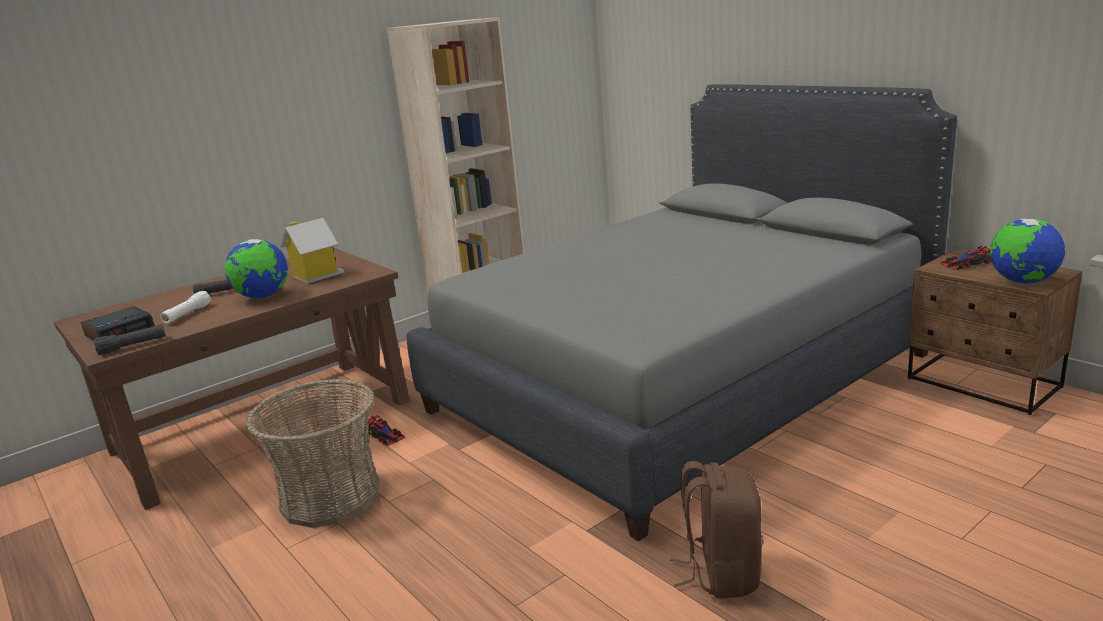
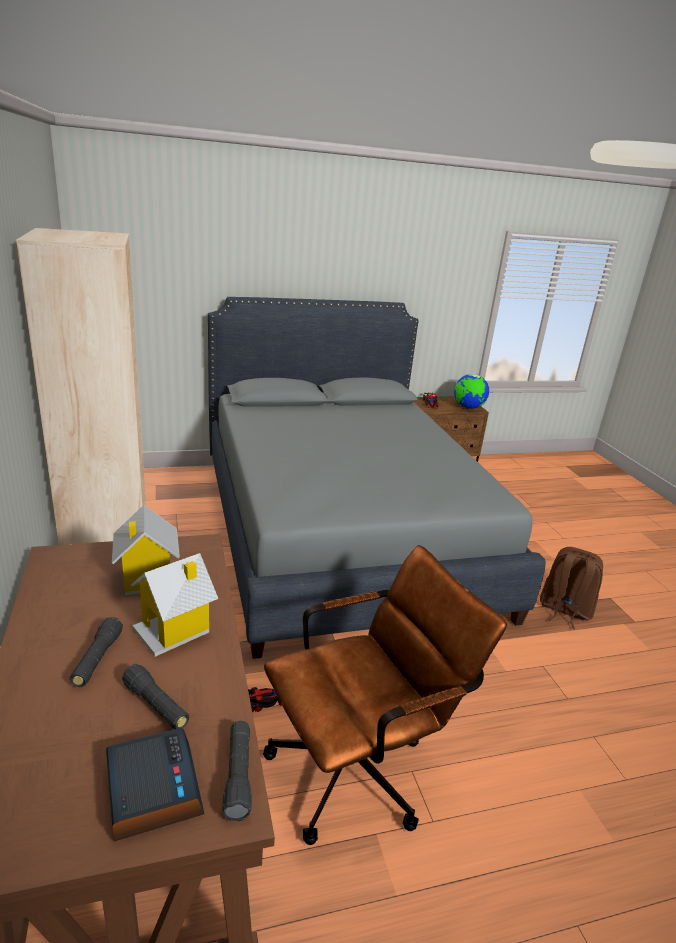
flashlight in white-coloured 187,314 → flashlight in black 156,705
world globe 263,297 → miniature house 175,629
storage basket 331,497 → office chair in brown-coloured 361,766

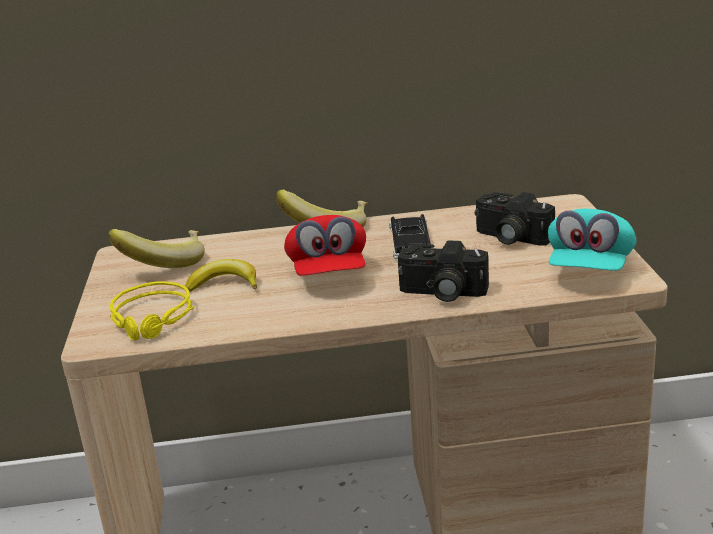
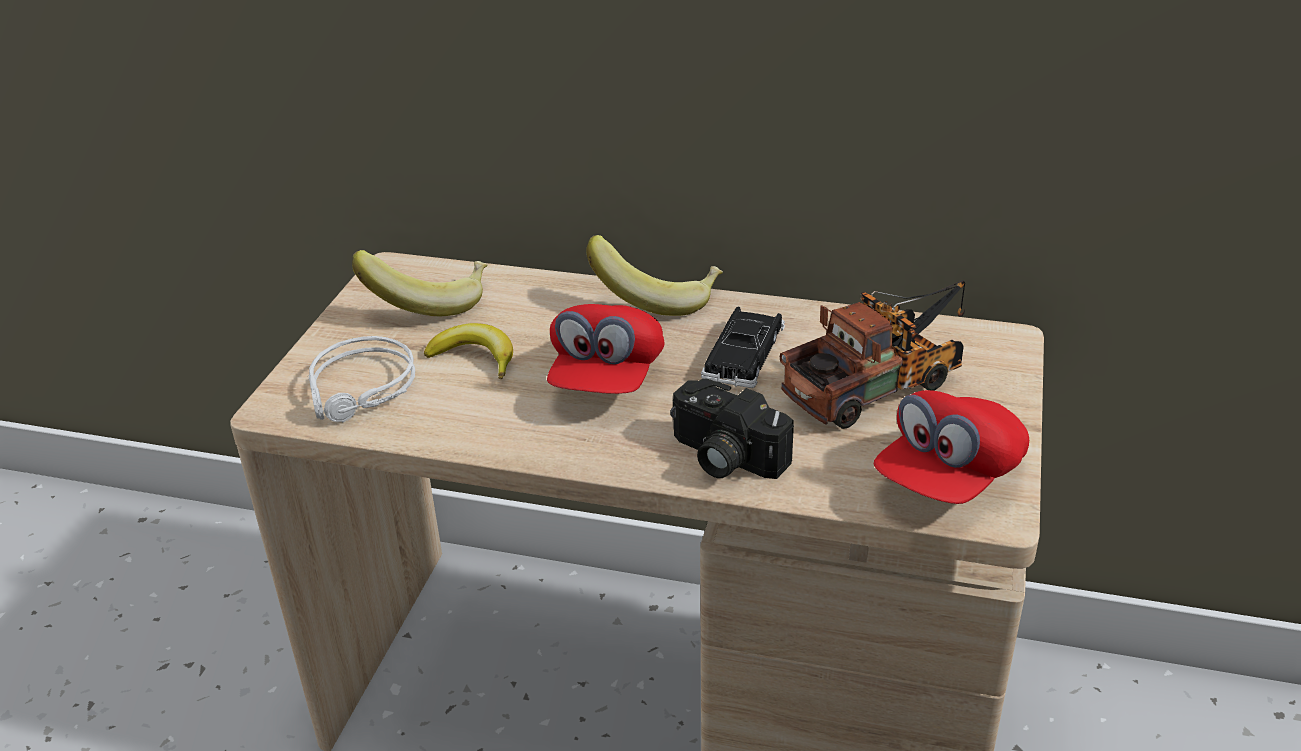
pair of headphones in yellow 154,319 → pair of headphones in grey 362,390
photo camera 510,238 → model truck 881,384
cap in turquoise 589,269 → cap in red-coloured 948,477

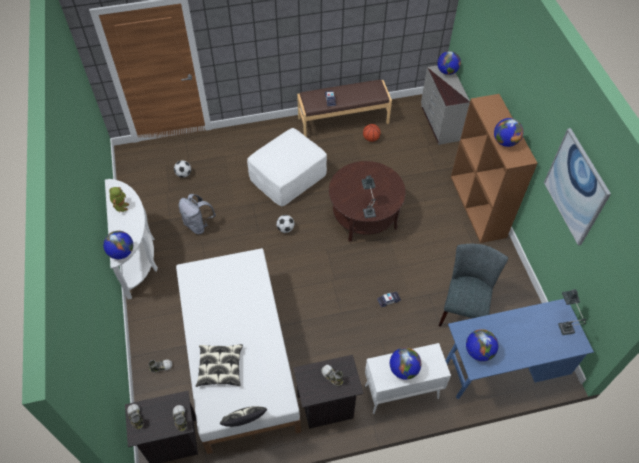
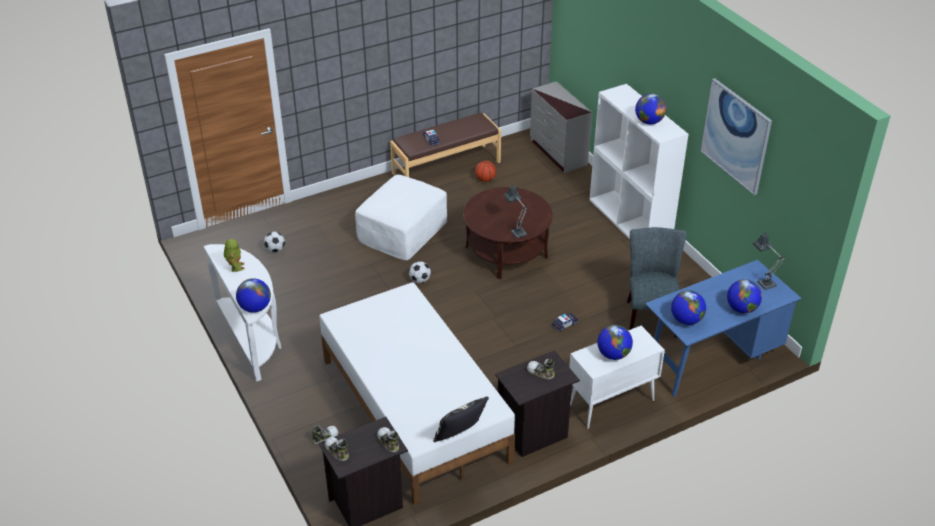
bookshelf in brown-coloured 478,206 → bookshelf in white-coloured 630,221
world globe 447,71 → world globe 741,308, relocated
rucksack in grey 198,225 → -
pillow 220,368 → -

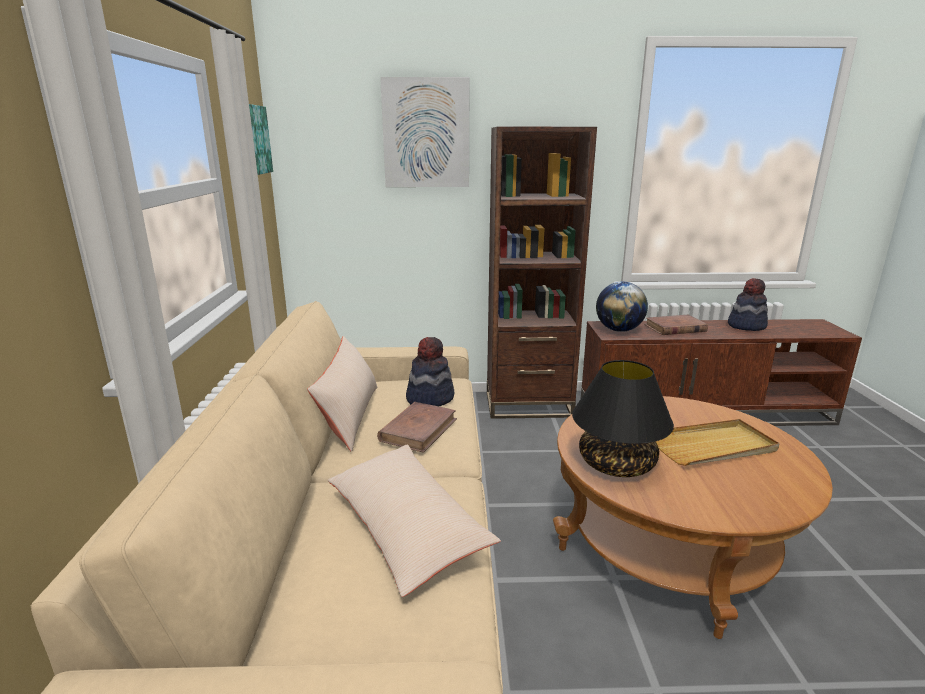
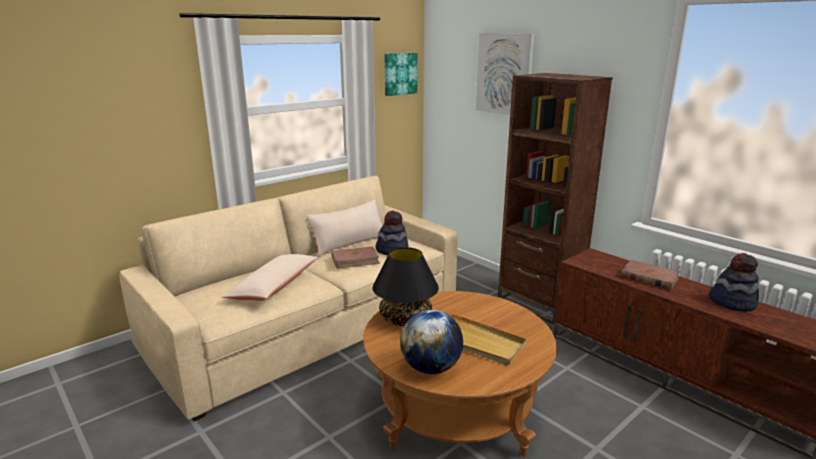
world globe 619,330 → world globe 431,368, relocated

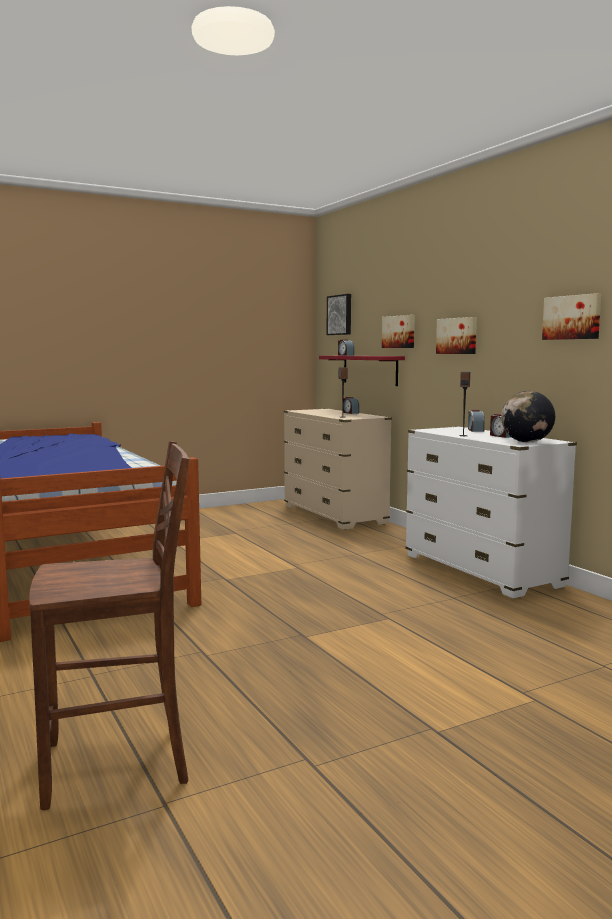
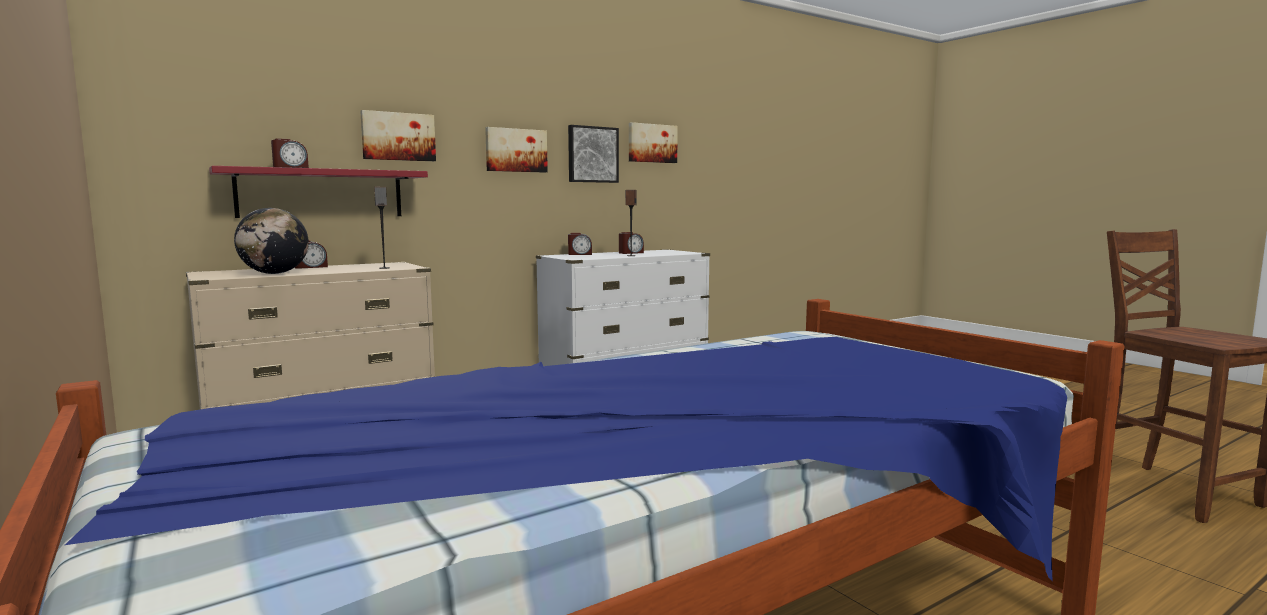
world globe 526,442 → world globe 274,273, relocated
wall art 340,315 → wall art 592,154, relocated

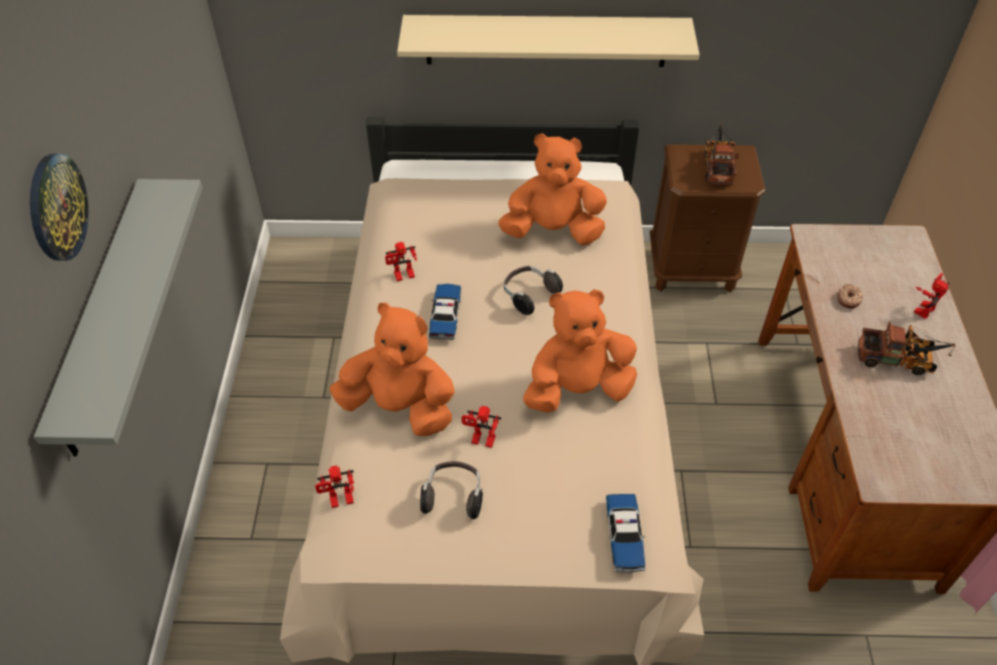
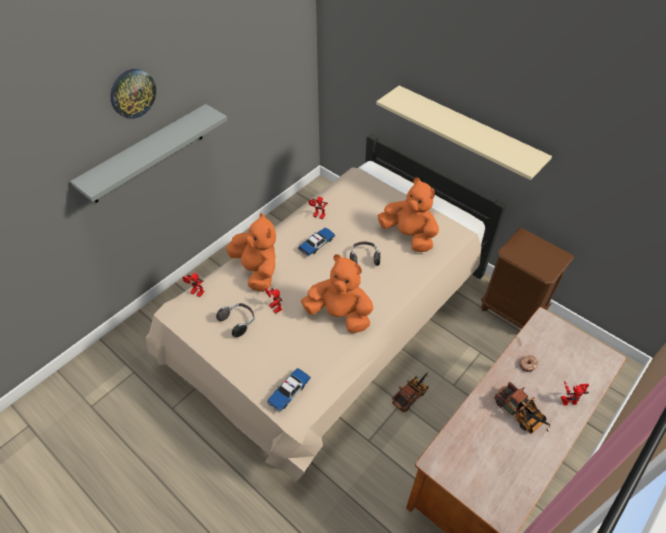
model truck 717,166 → model truck 411,395, relocated

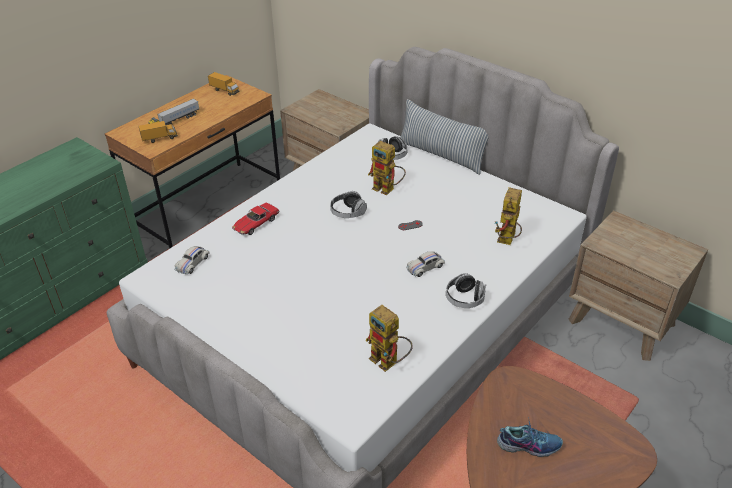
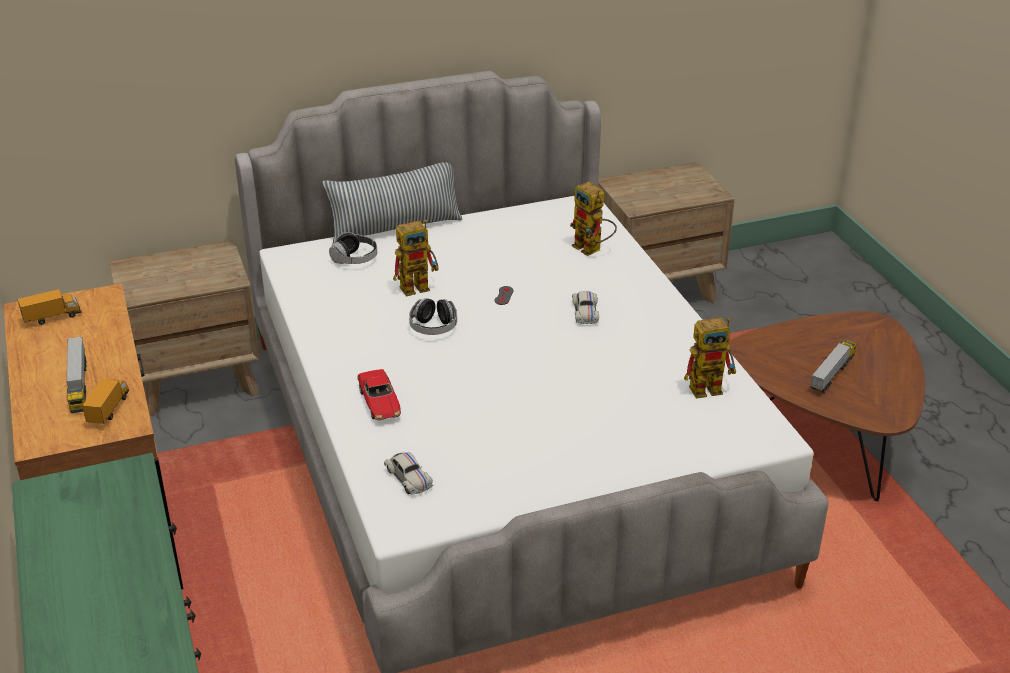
shoe 528,445 → model truck 832,374
pair of headphones 464,299 → -

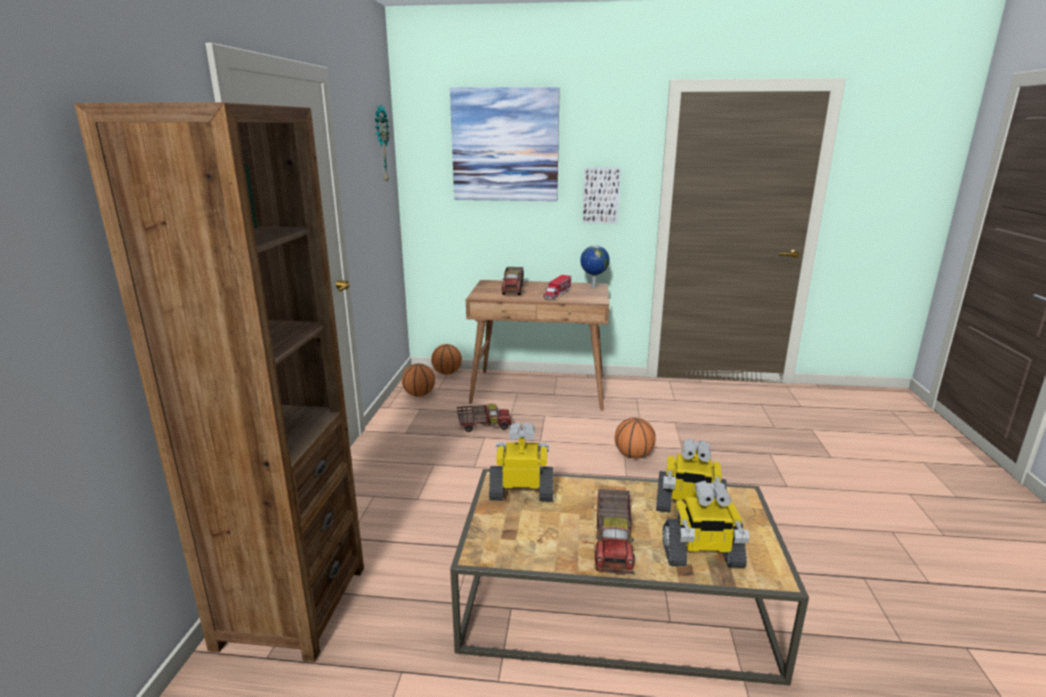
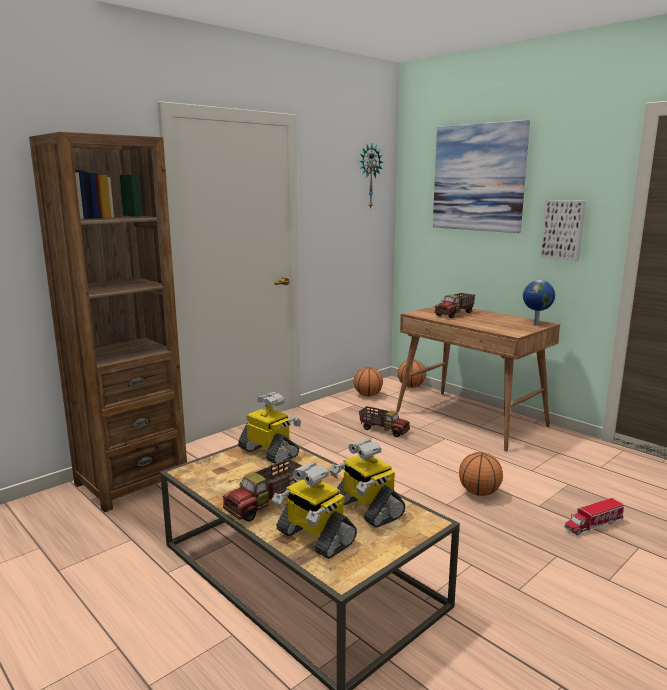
model truck 557,294 → model truck 593,524, relocated

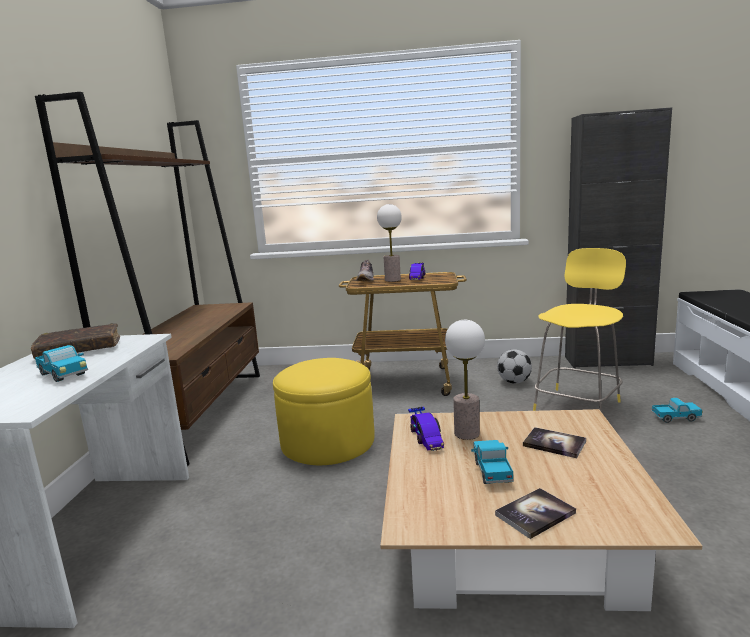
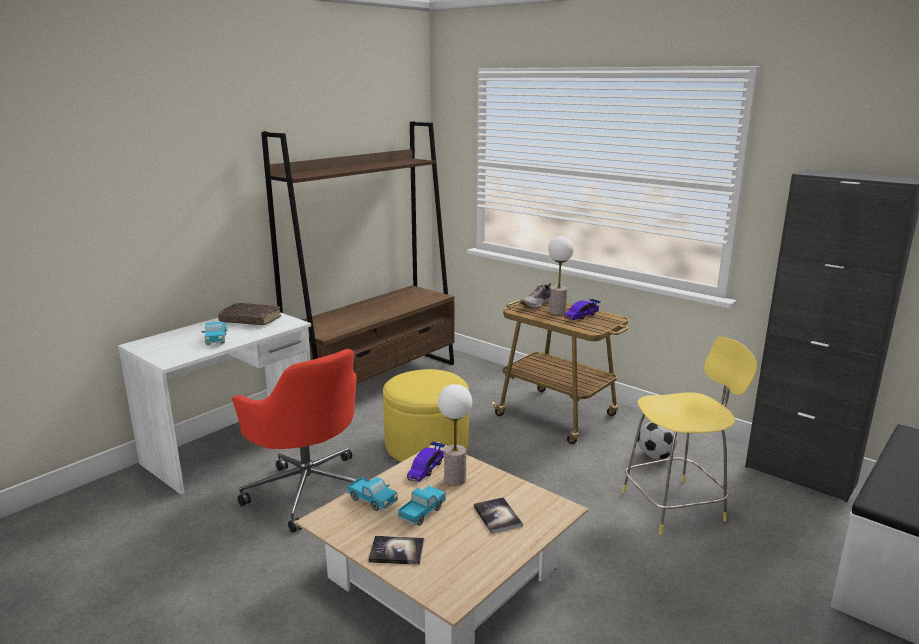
- → office chair in red-coloured 308,489
model truck 676,418 → model truck 373,501, relocated

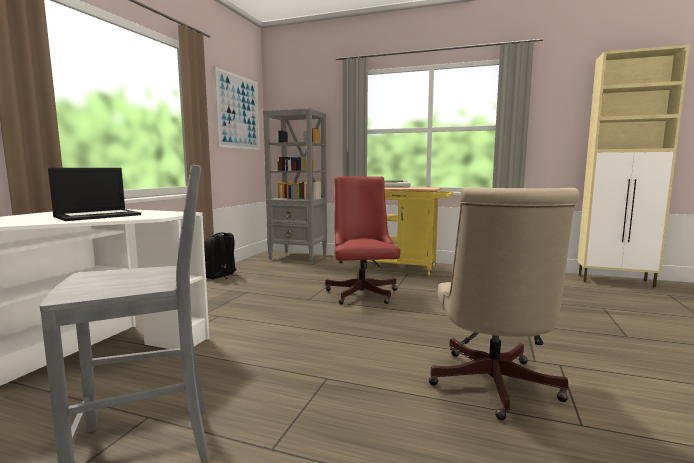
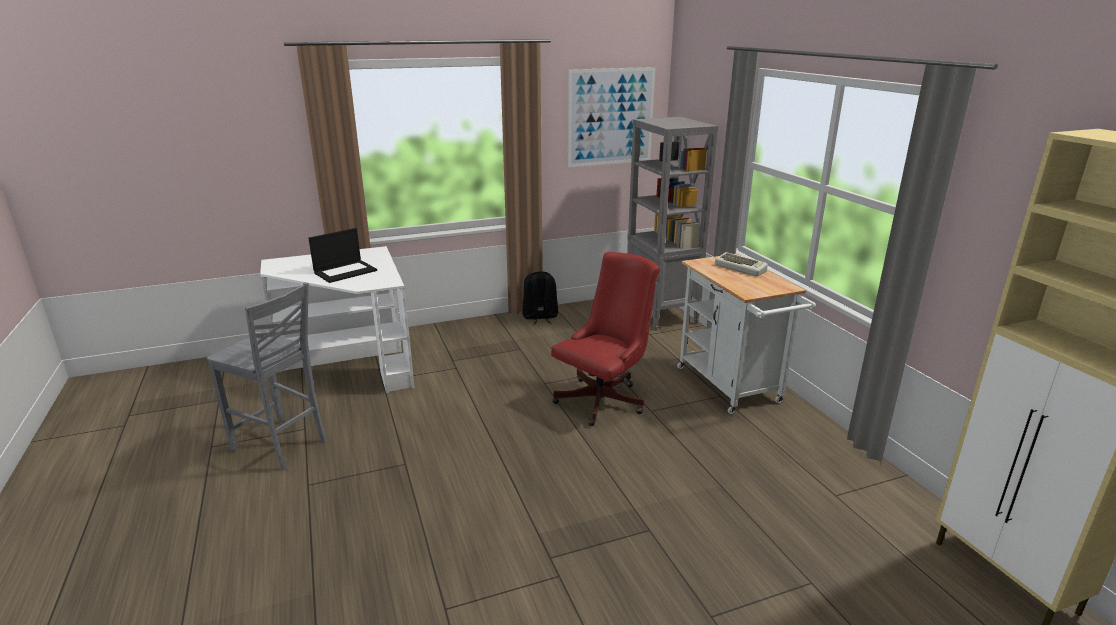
notebook computer 98,215 → notebook computer 345,271, 45 degrees counterclockwise
cart in yellow 405,269 → cart in white-coloured 732,388
office chair in sand-coloured 492,387 → -

